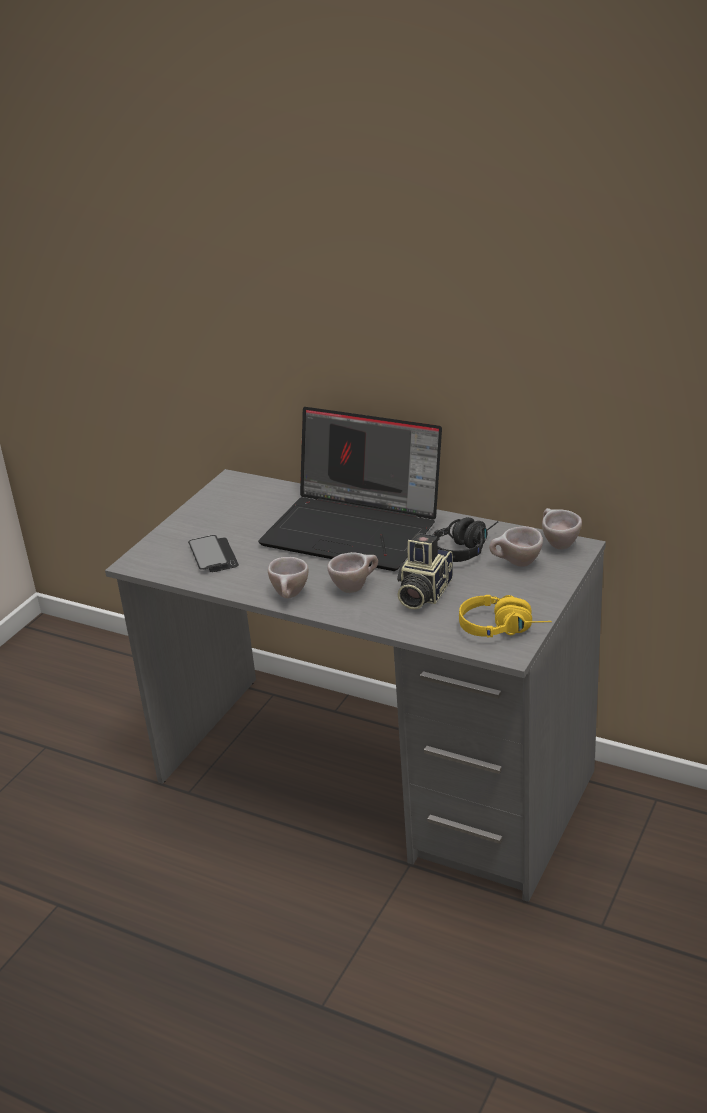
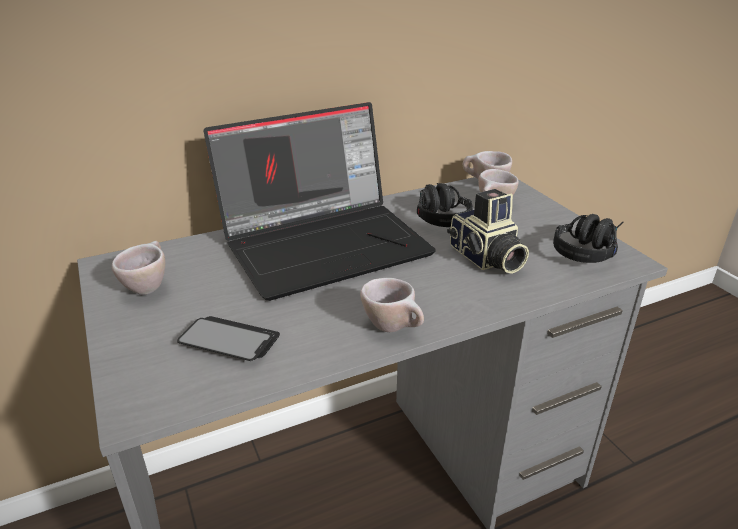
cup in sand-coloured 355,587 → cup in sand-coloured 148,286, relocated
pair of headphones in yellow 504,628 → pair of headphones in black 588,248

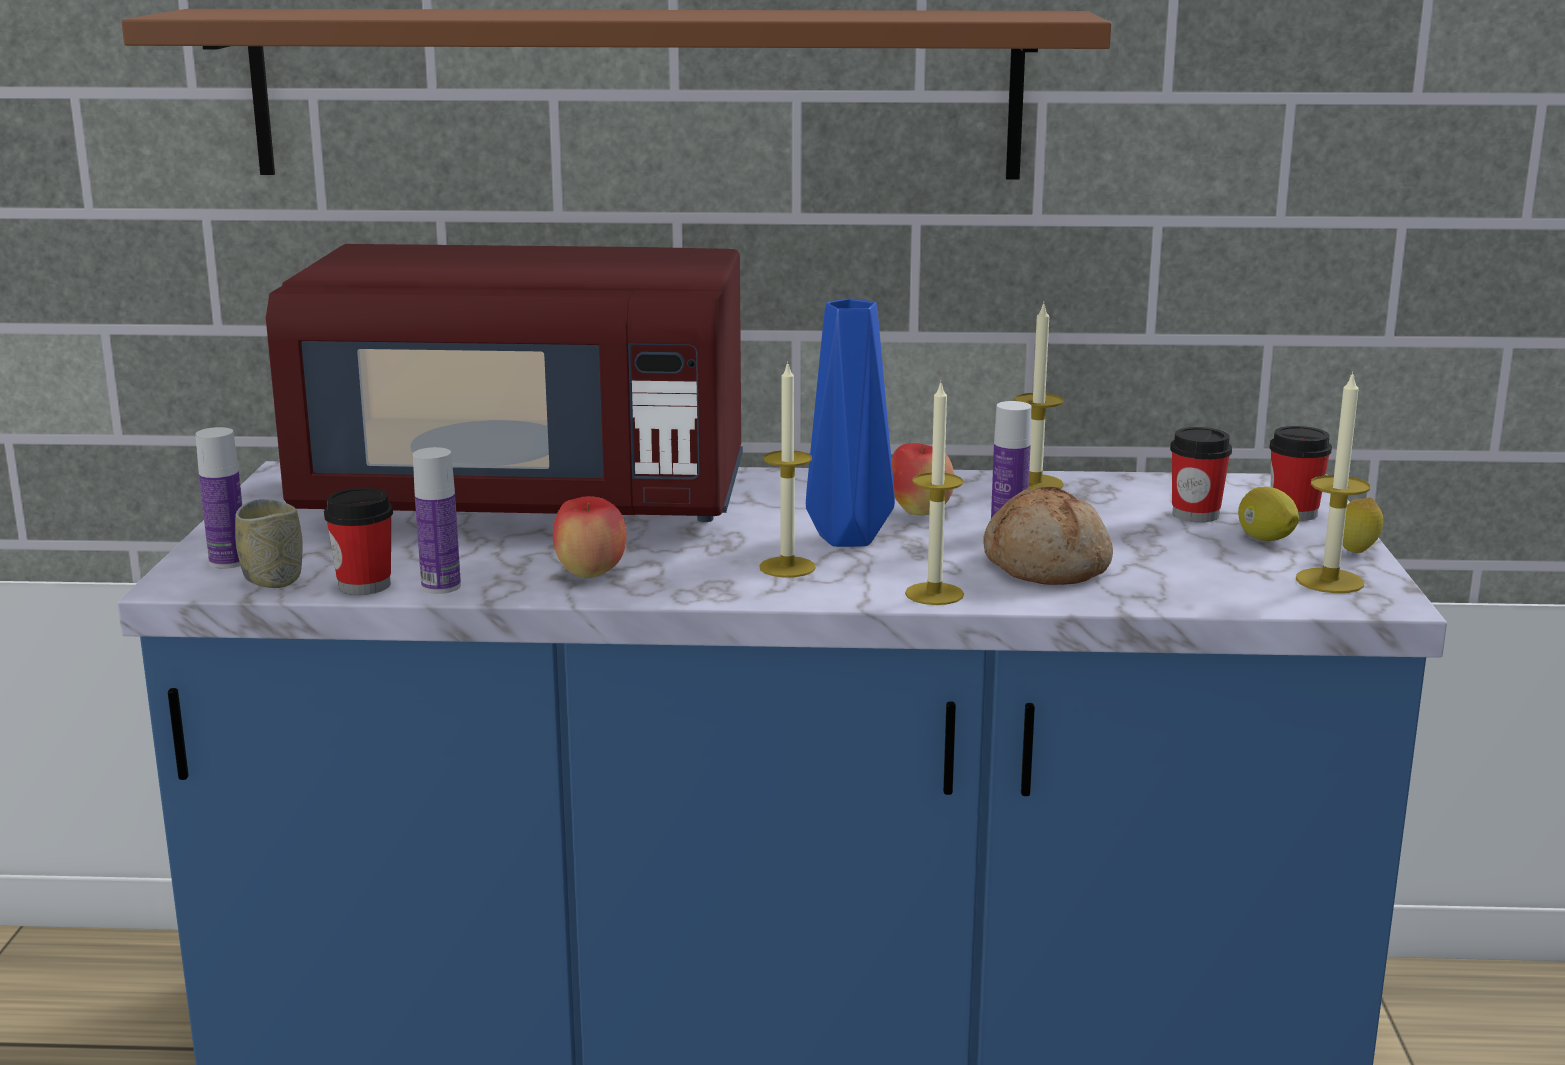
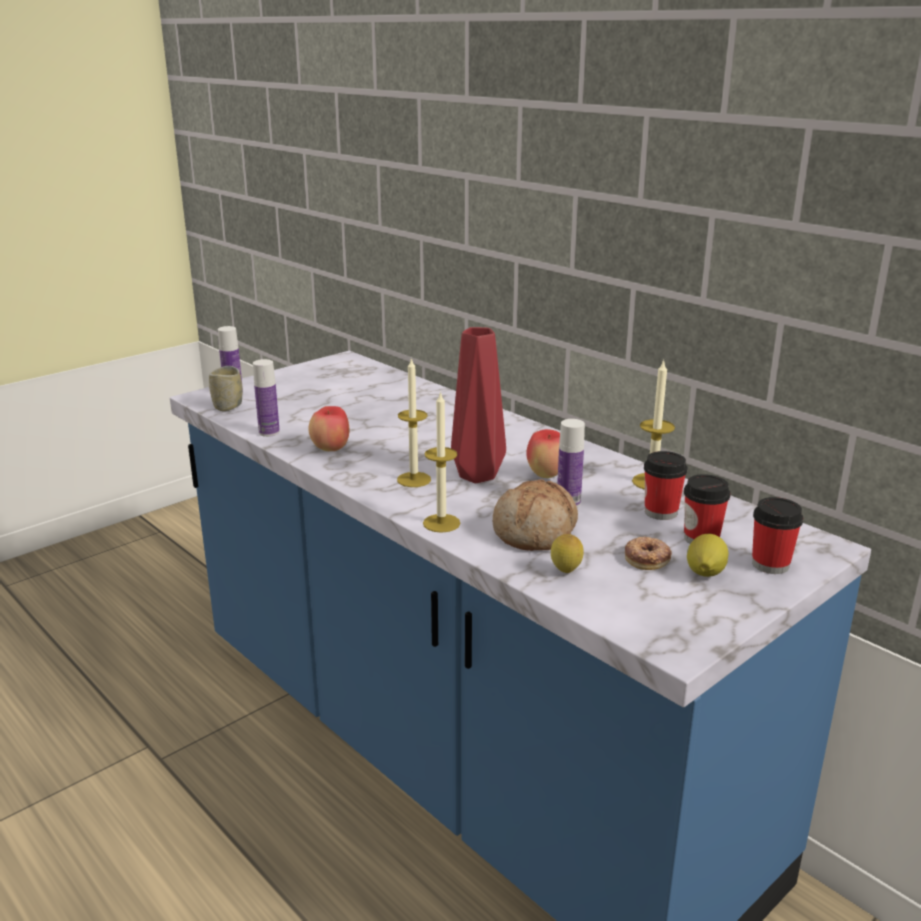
decorative vase in bluish 845,537 → decorative vase in red-coloured 477,475
lemon 1357,553 → lemon 565,572, relocated
- → donut 647,558
cup 364,585 → cup 661,512, relocated
bracket shelf in brown-coloured 635,94 → -
microwave in red-coloured 529,503 → -
wax candle 1329,581 → -

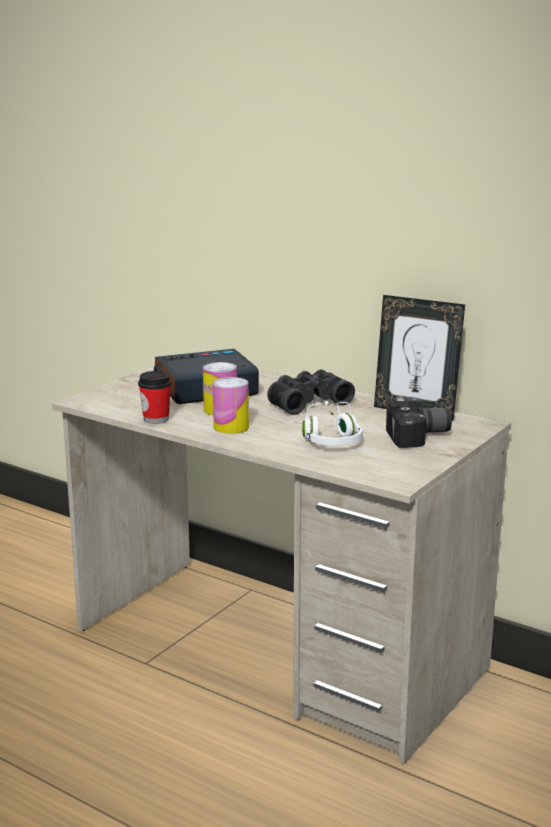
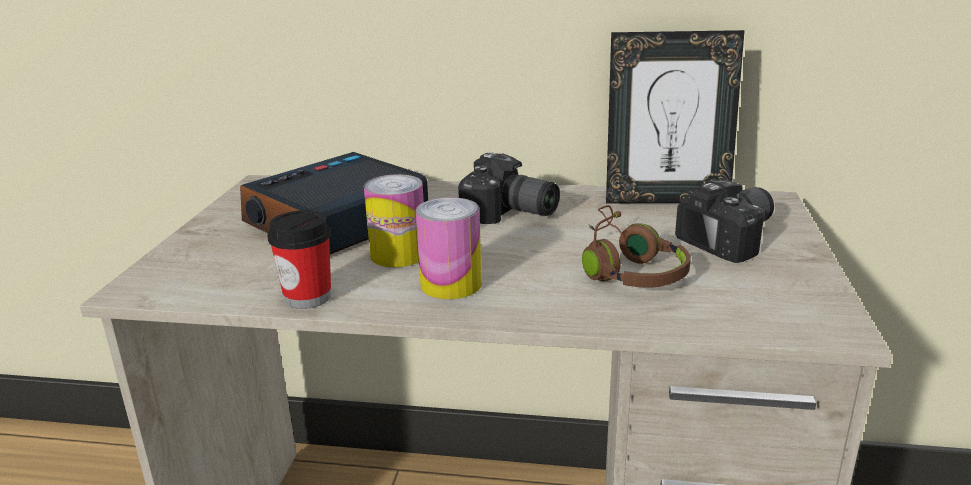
pair of binoculars in black 306,402 → photo camera 509,214
pair of headphones in white-coloured 333,438 → pair of headphones in brown-coloured 626,268

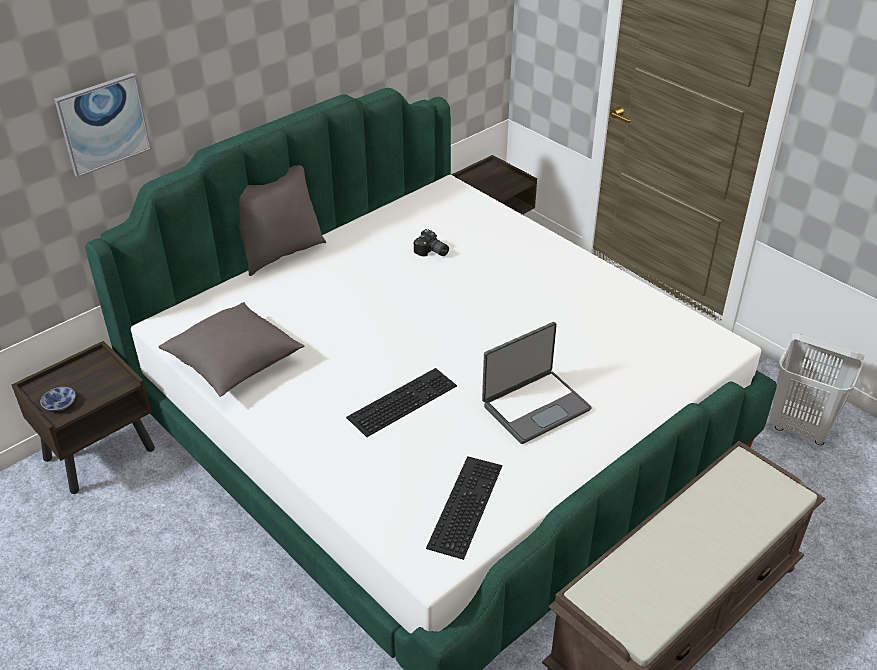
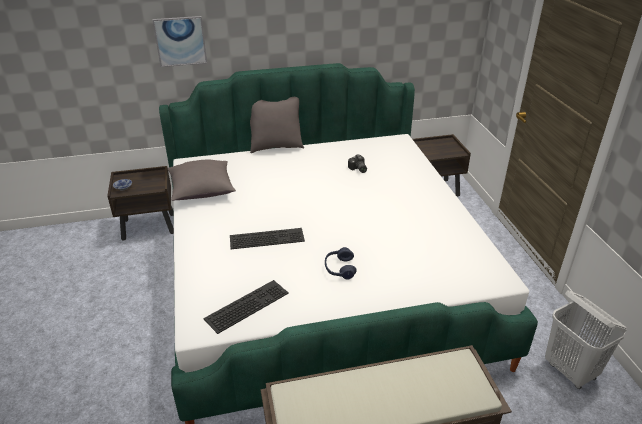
notebook computer 535,406 → pair of headphones in bluish 339,268

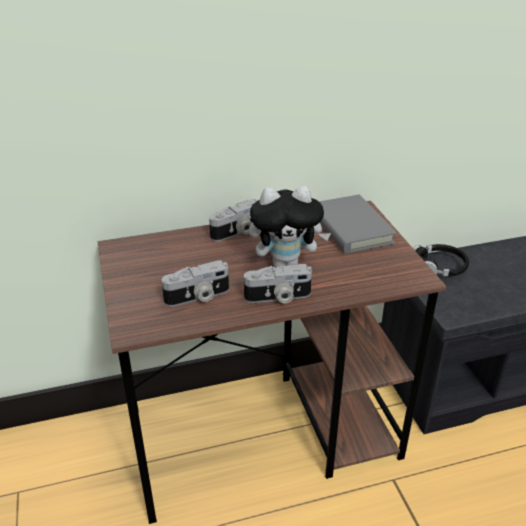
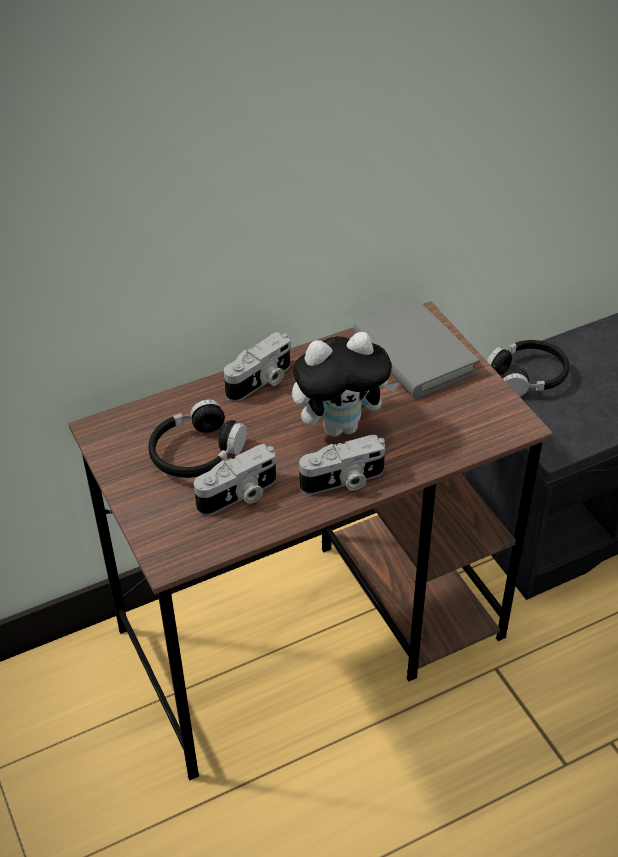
- → pair of headphones in black 197,453

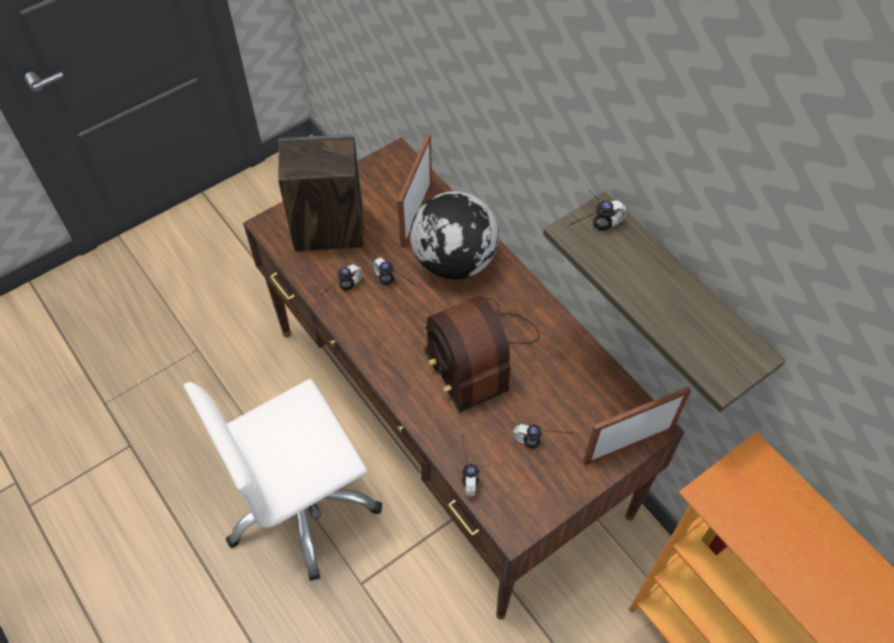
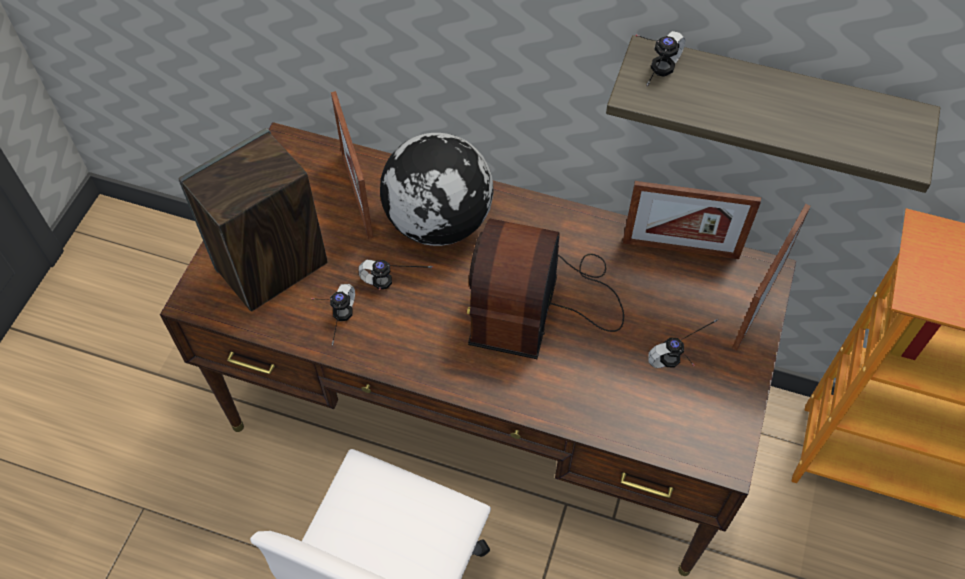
radio receiver 477,353 → radio receiver 541,303, 75 degrees clockwise
- → photo frame 680,249
pair of headphones 475,471 → -

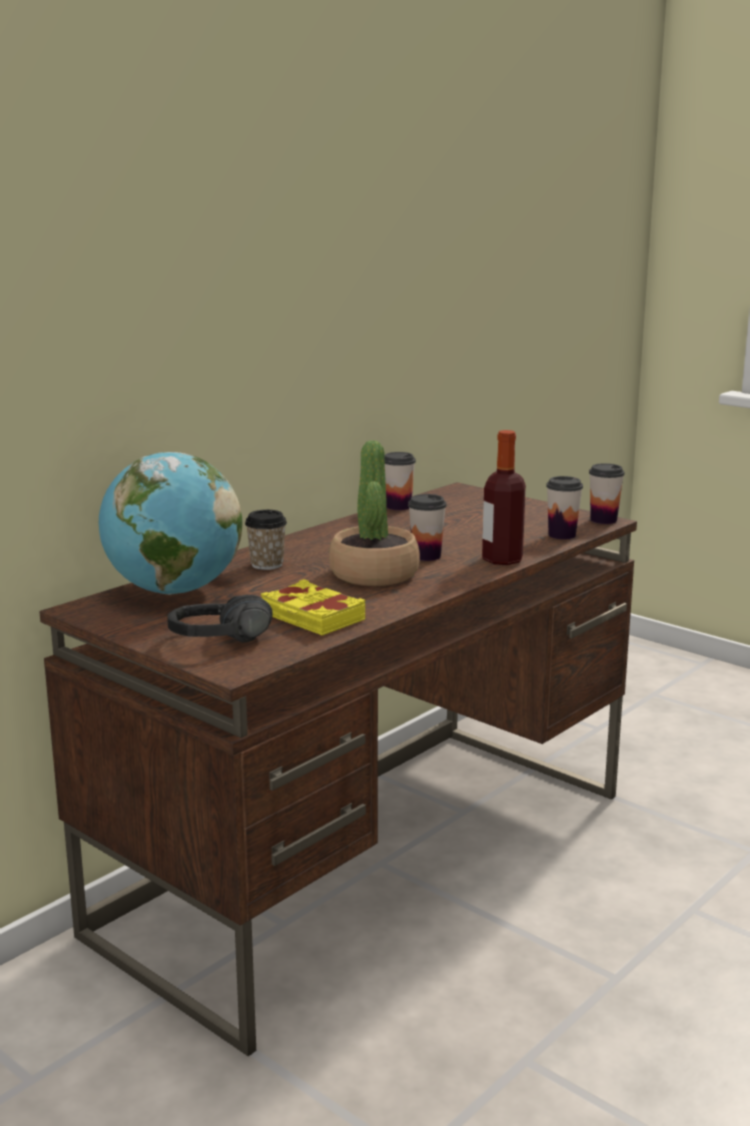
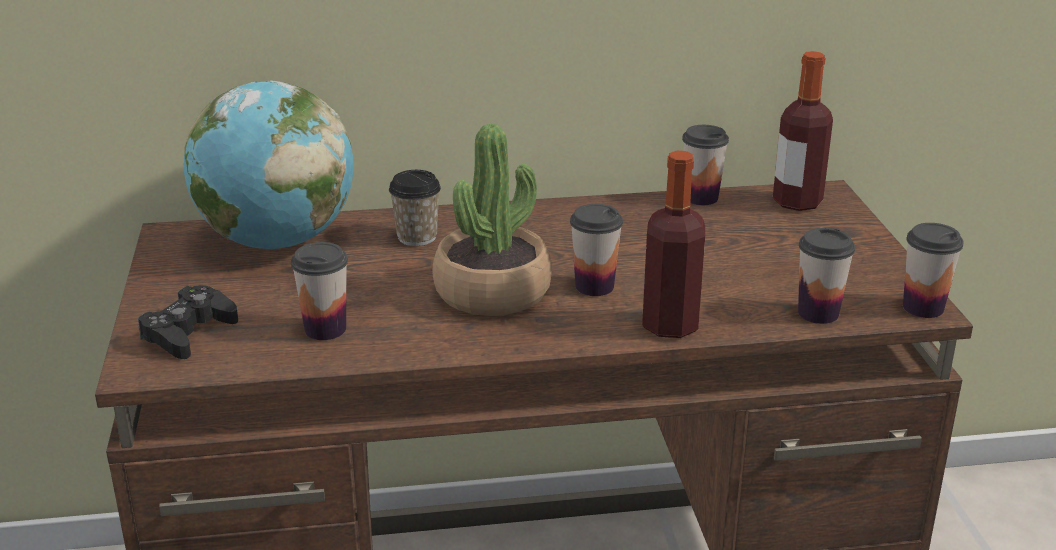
pair of headphones in black 223,645 → gamepad in black 188,332
book in yellow 312,617 → cup 325,329
- → drink bottle 797,202

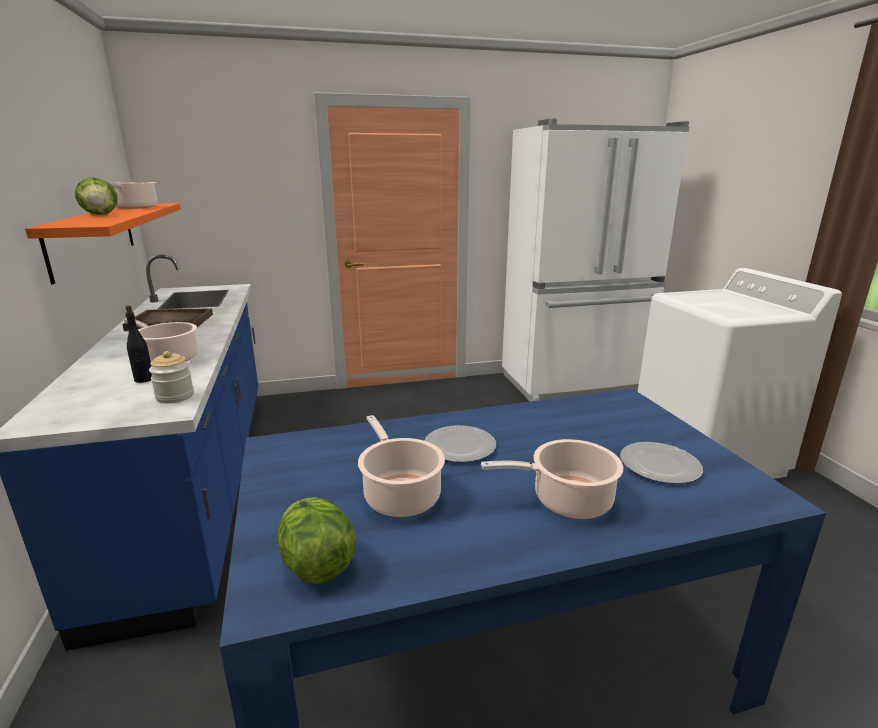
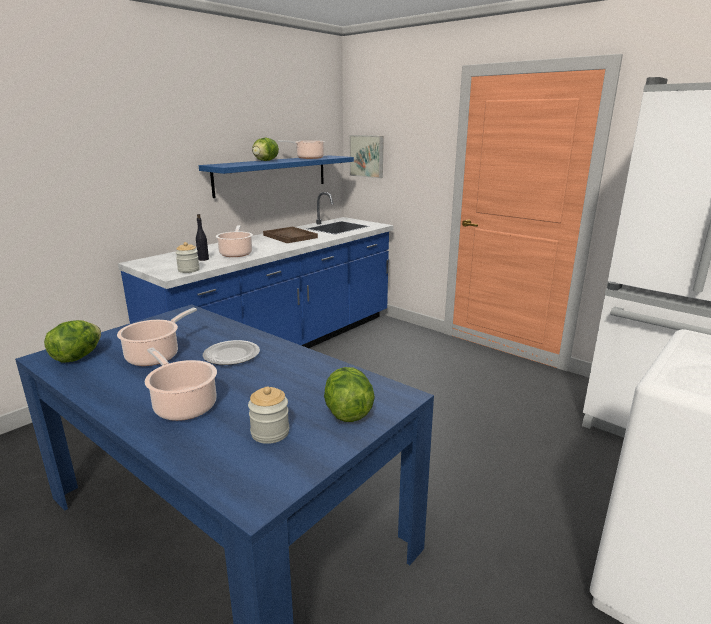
bracket shelf in orangey 94,237 → bracket shelf in bluish 272,175
flat dish 659,466 → jar 270,433
- → lettuce head 347,413
- → wall art 367,156

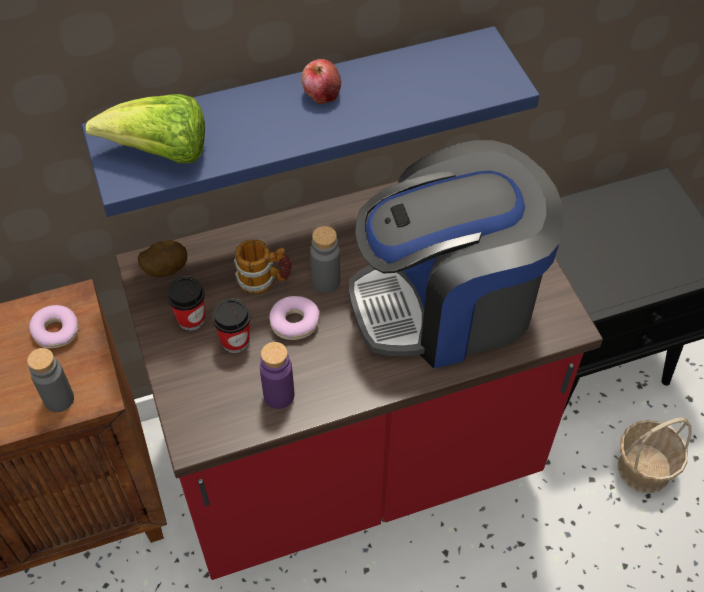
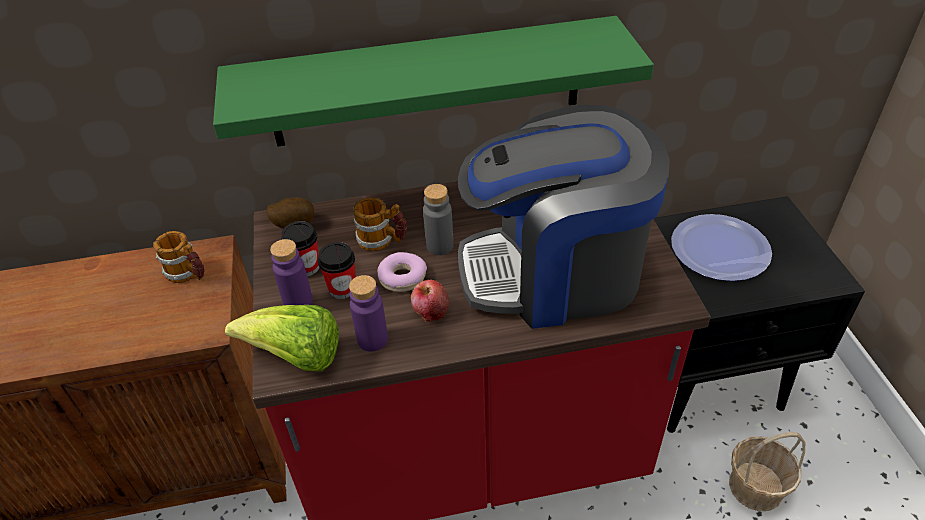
donut 56,331 → coffee mug 188,274
bracket shelf in bluish 298,111 → bracket shelf in green-coloured 426,83
lettuce head 161,153 → lettuce head 296,357, relocated
- → drink bottle in purple 298,302
apple fruit 321,94 → apple fruit 431,311, relocated
- → flat dish 719,249
drink bottle in grey 59,399 → -

